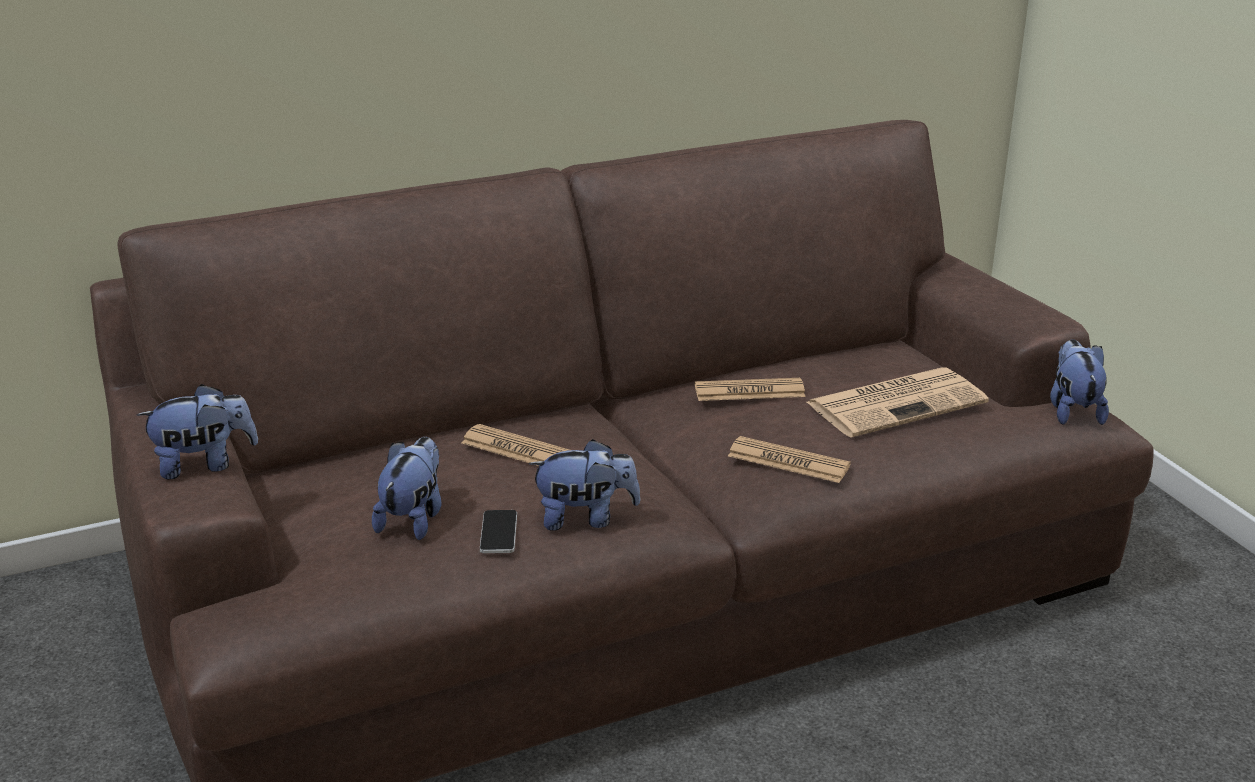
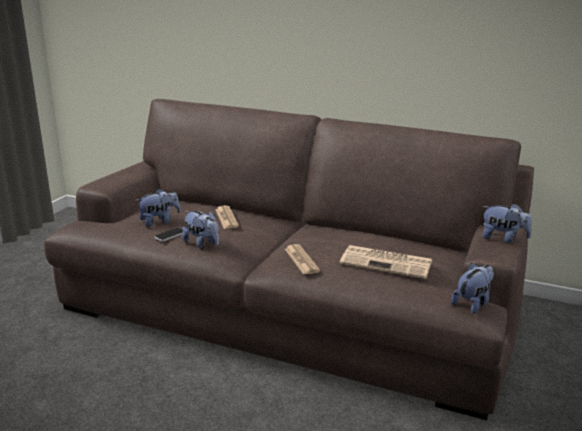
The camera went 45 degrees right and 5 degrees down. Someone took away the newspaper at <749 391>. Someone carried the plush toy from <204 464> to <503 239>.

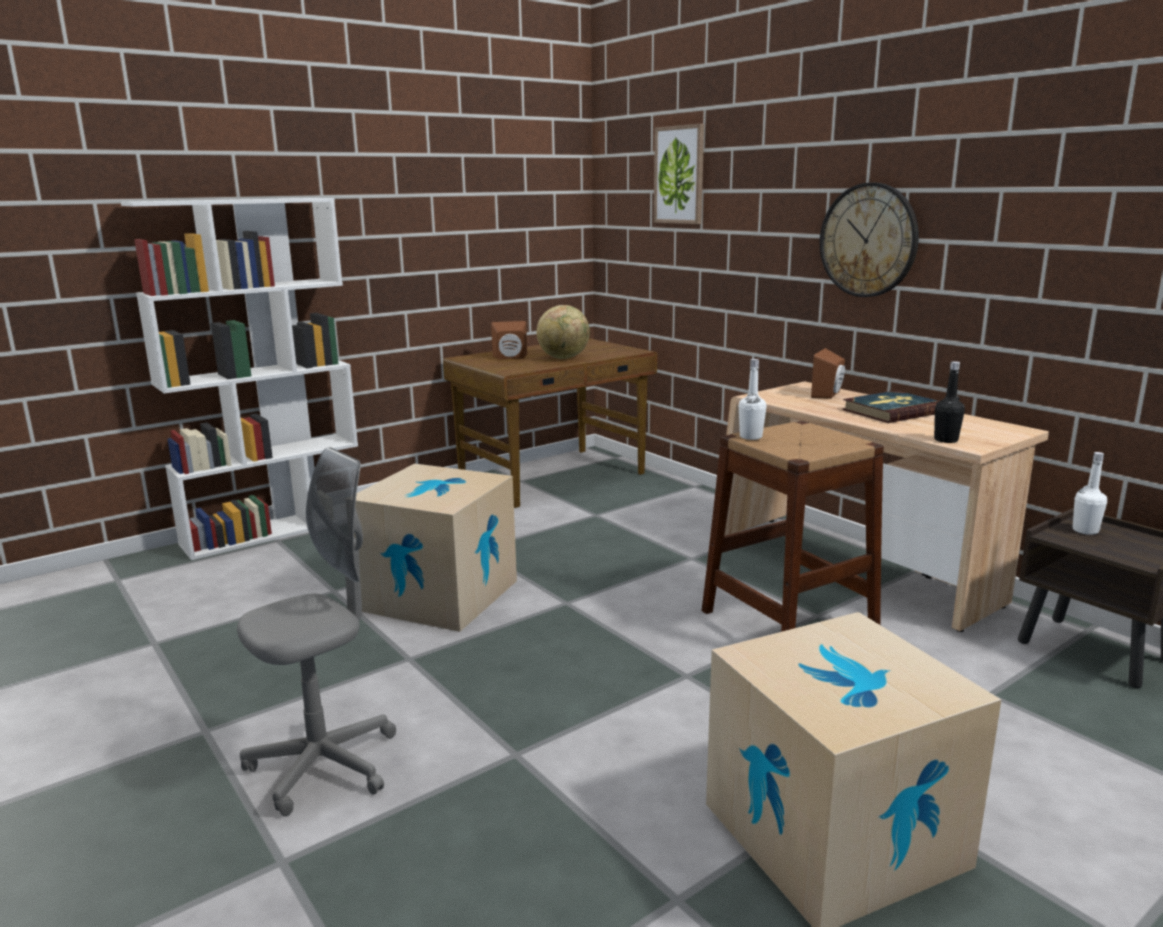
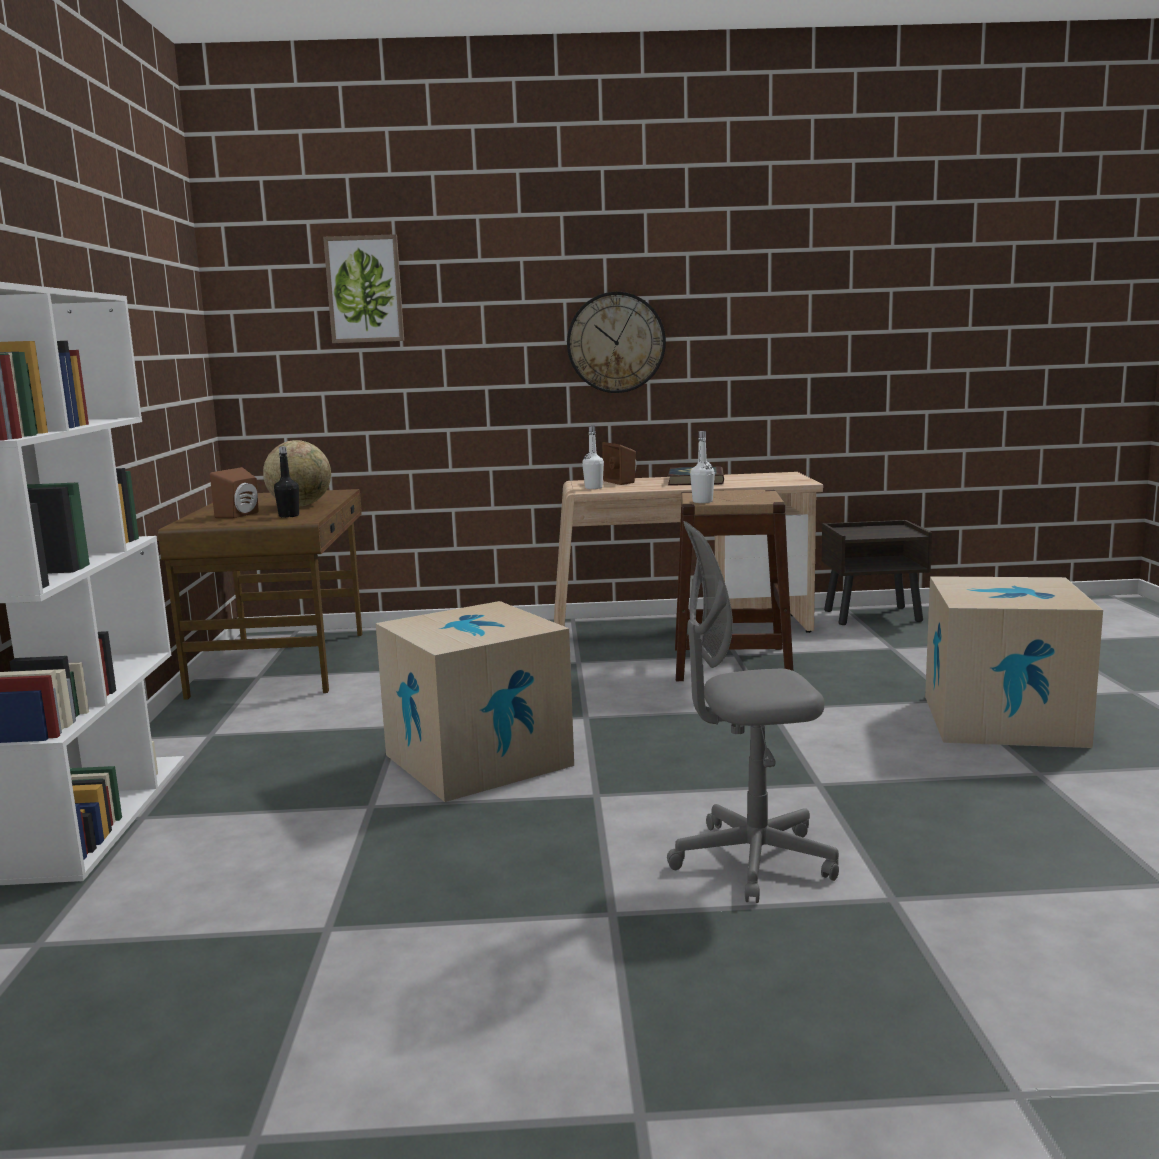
The camera went 55 degrees left and 5 degrees down. Someone carried the black bottle from <946 440> to <289 516>. Someone carried the white bottle from <1085 530> to <593 488>. Someone rotated the grey office chair at <324 765> by 90 degrees counterclockwise.

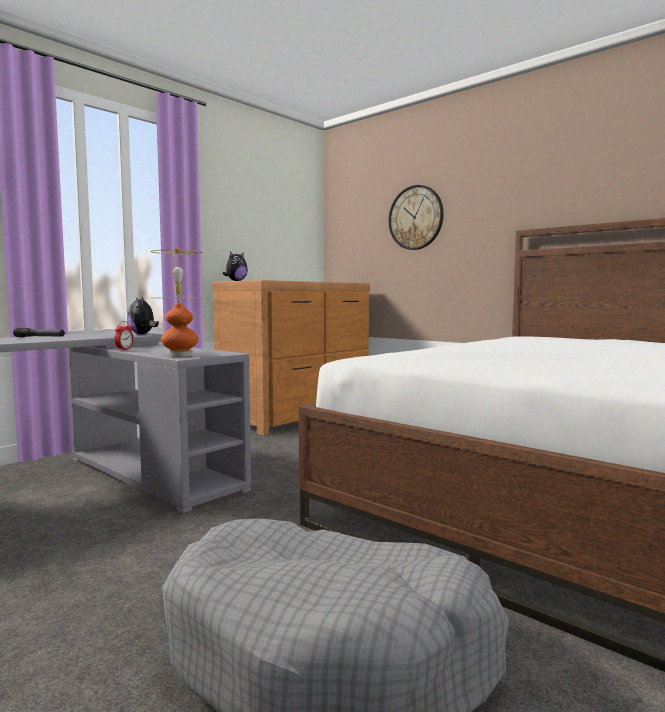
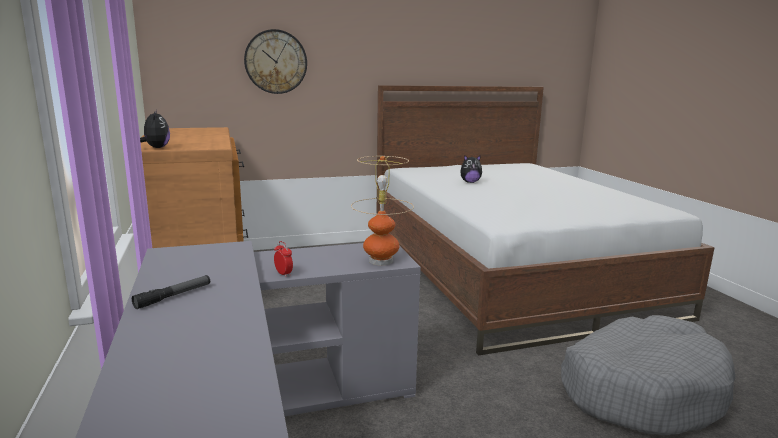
The camera went 60 degrees left and 10 degrees up. Someone carried the plush toy from <143 334> to <470 182>.

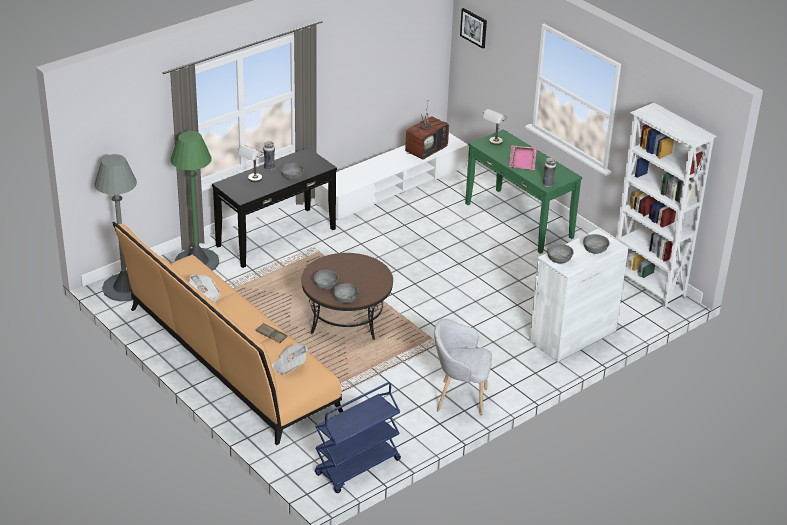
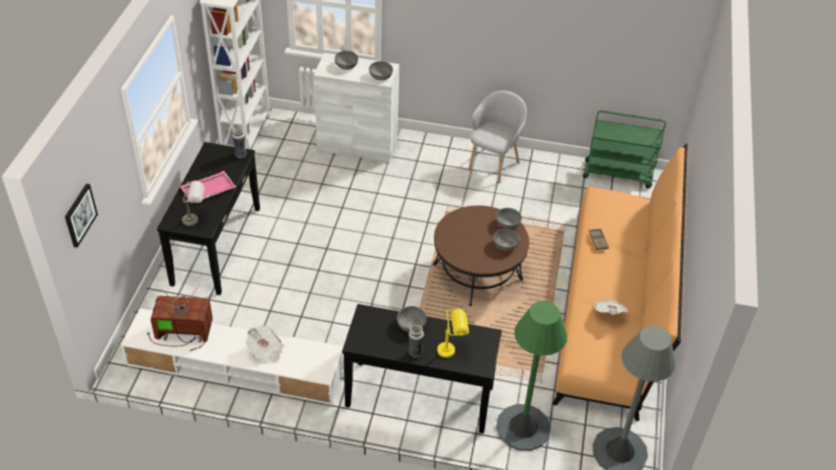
The camera went 130 degrees left and 10 degrees up. Someone carried the newspaper from <289 366> to <266 351>. Someone repainted the grey table lamp at <252 181>, which became the yellow table lamp at <452 350>. Someone repainted the blue cart at <357 468>, which became the green cart at <618 174>. Someone repainted the green console table at <519 220>, which became the black console table at <216 245>. Someone rotated the grey armchair at <459 398> by 120 degrees counterclockwise.

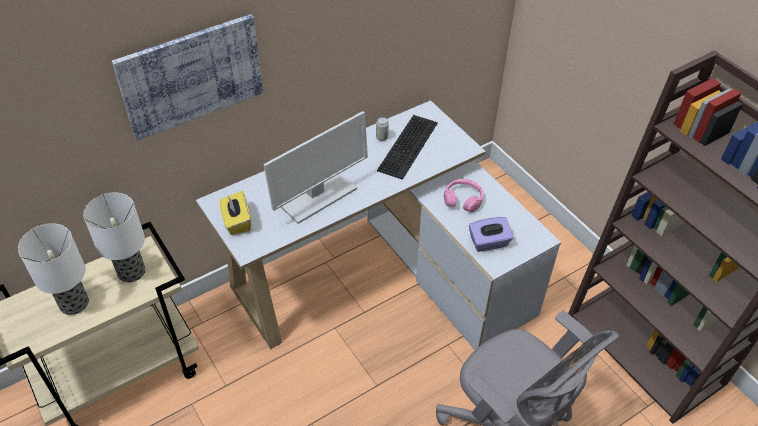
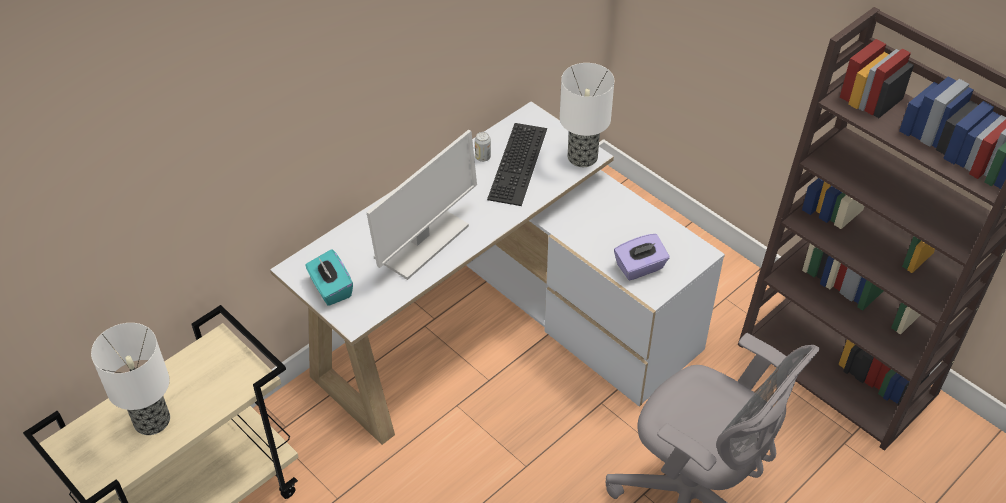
The camera went 10 degrees left and 0 degrees up. Someone took away the picture at <191 76>. Someone took away the pink headphones at <463 199>. Someone carried the table lamp from <132 272> to <583 157>. Someone repainted the yellow tissue box at <237 222>, which became the turquoise tissue box at <331 289>.

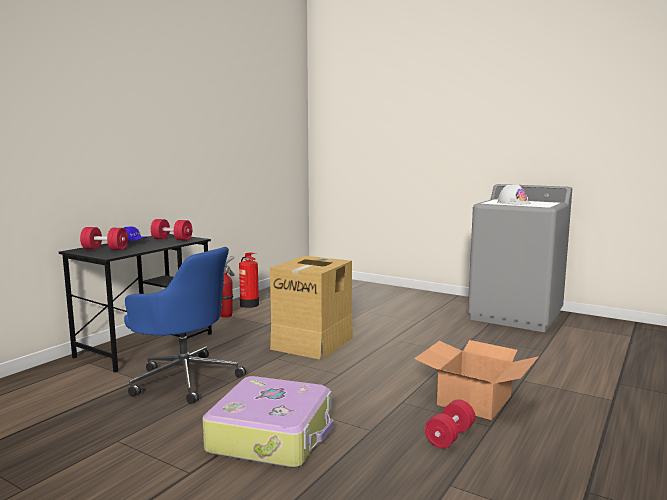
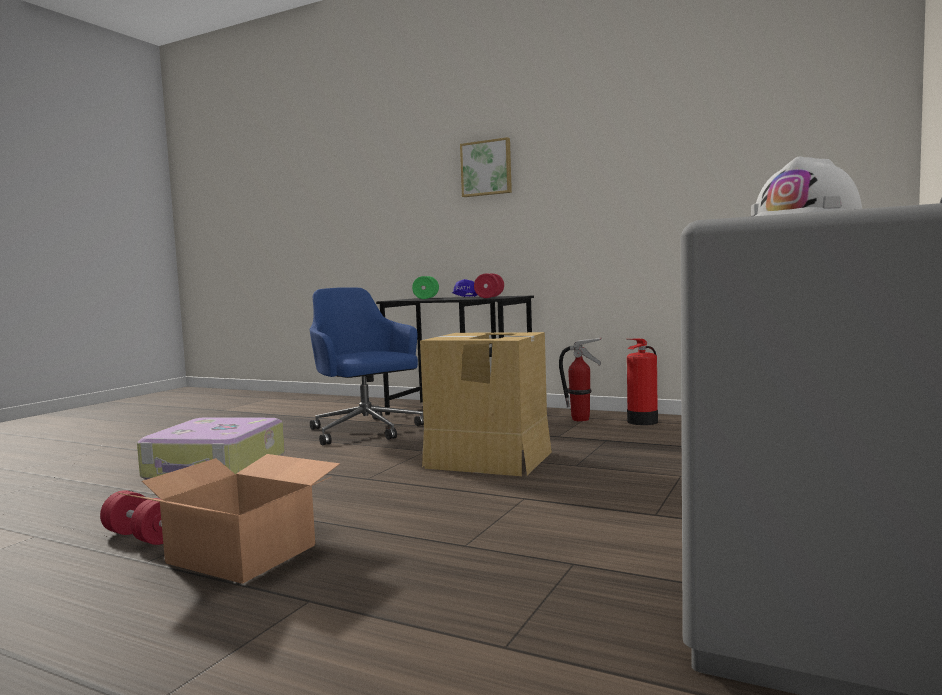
The camera went 85 degrees right and 5 degrees down. Someone put up the picture at <486 168>. Someone repainted the red dumbbell at <105 249>, which became the green dumbbell at <426 298>. Someone rotated the blue office chair at <184 378> by 120 degrees clockwise.

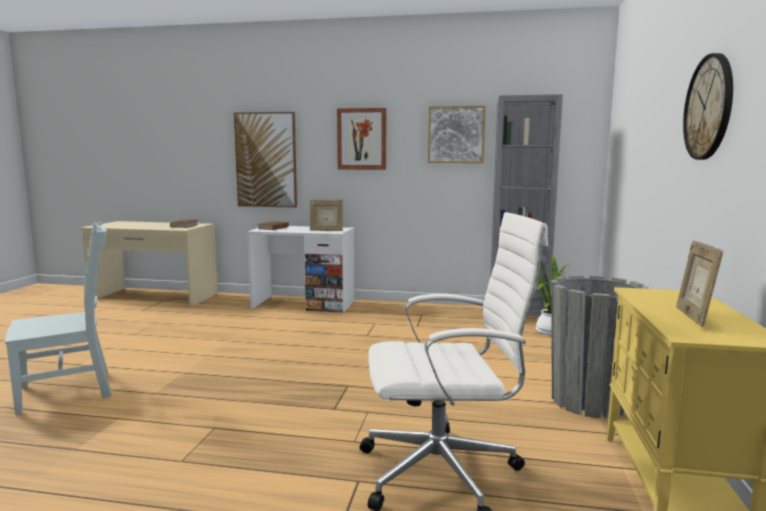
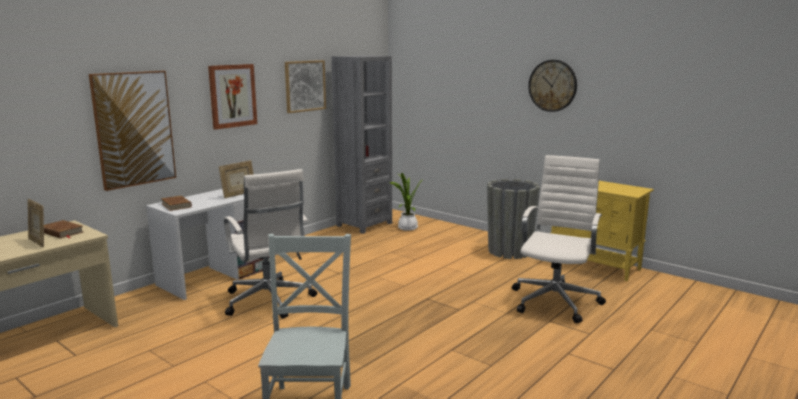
The camera went 60 degrees left and 5 degrees up. Someone put down the white office chair at <269 301>. Someone carried the picture frame from <693 317> to <38 242>.

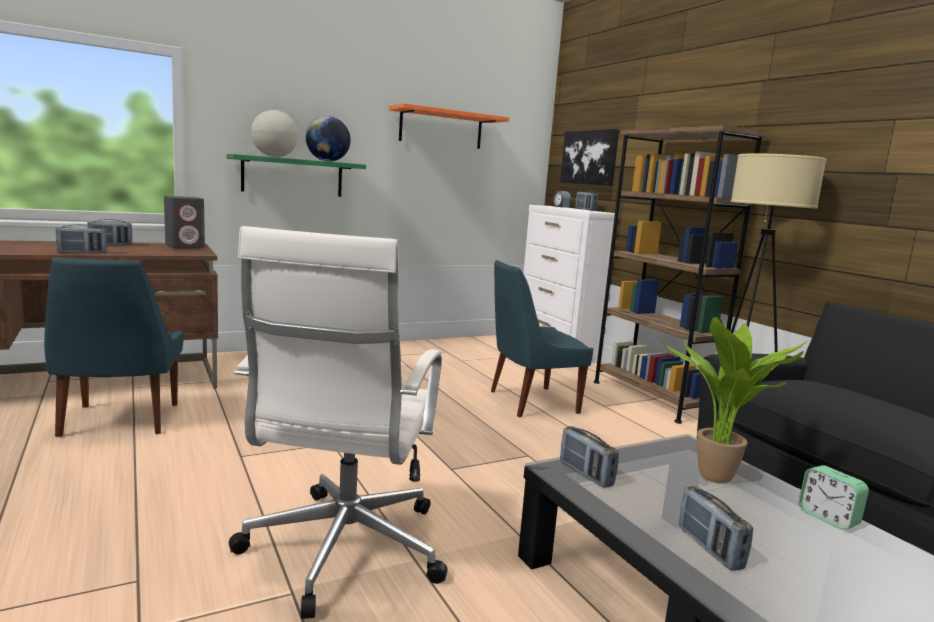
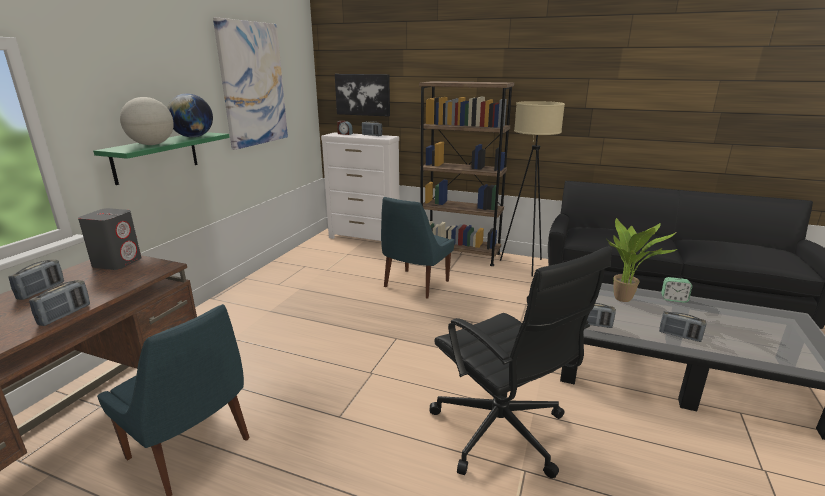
The camera went 40 degrees left and 10 degrees up. Someone swapped the orange shelf at <441 128> for the picture at <253 84>. Someone repainted the white office chair at <342 551>, which became the black office chair at <502 433>.

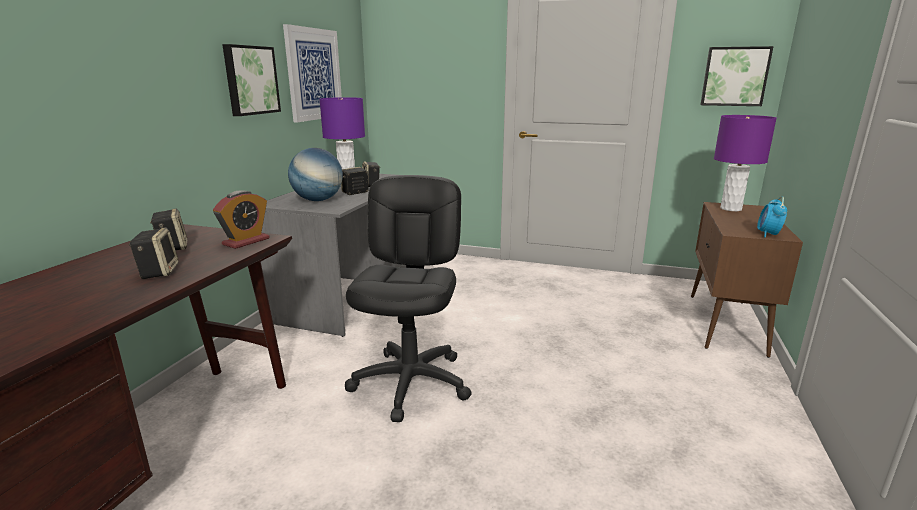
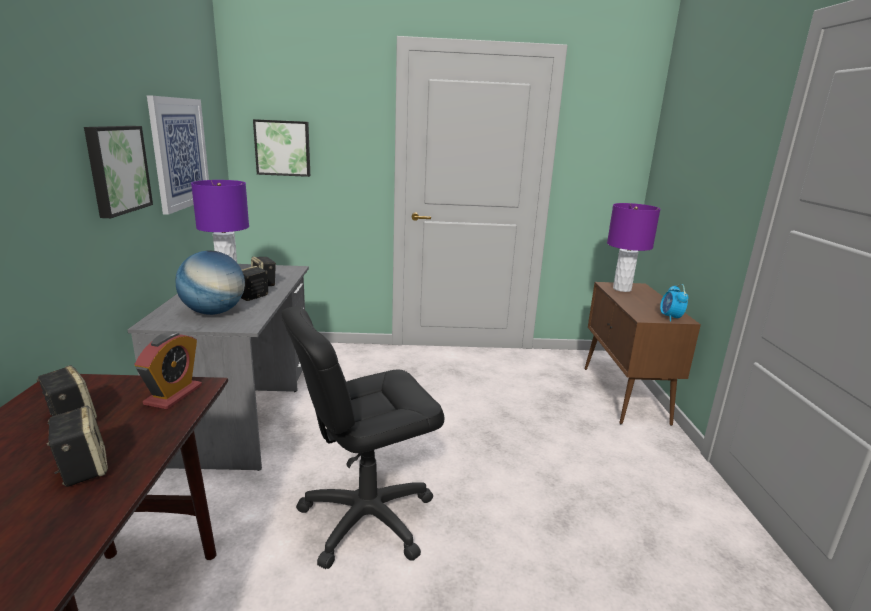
The camera went 20 degrees left and 0 degrees up. Someone carried the picture from <734 76> to <283 148>. Someone rotated the black office chair at <411 382> by 105 degrees counterclockwise.

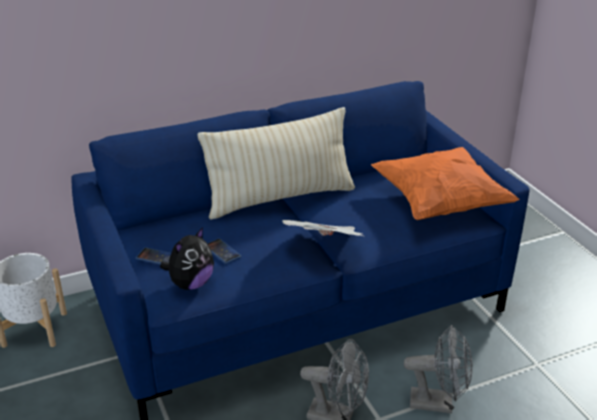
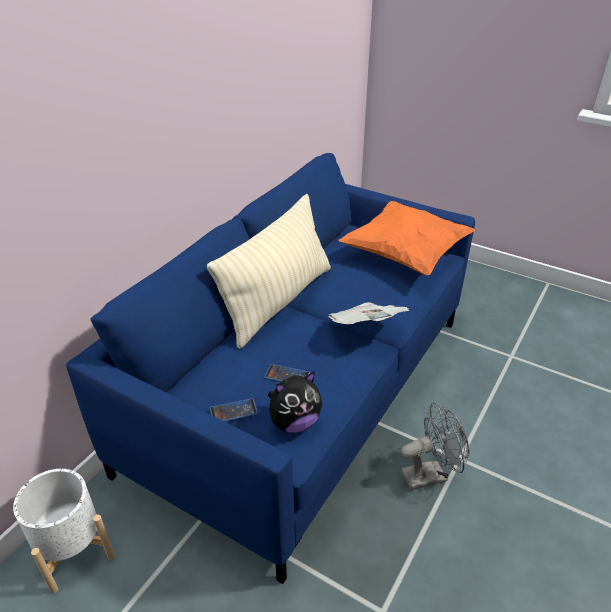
The camera went 35 degrees left and 5 degrees up. Someone took away the grey fan at <438 403>. Someone rotated the plush toy at <190 283> by 60 degrees clockwise.

